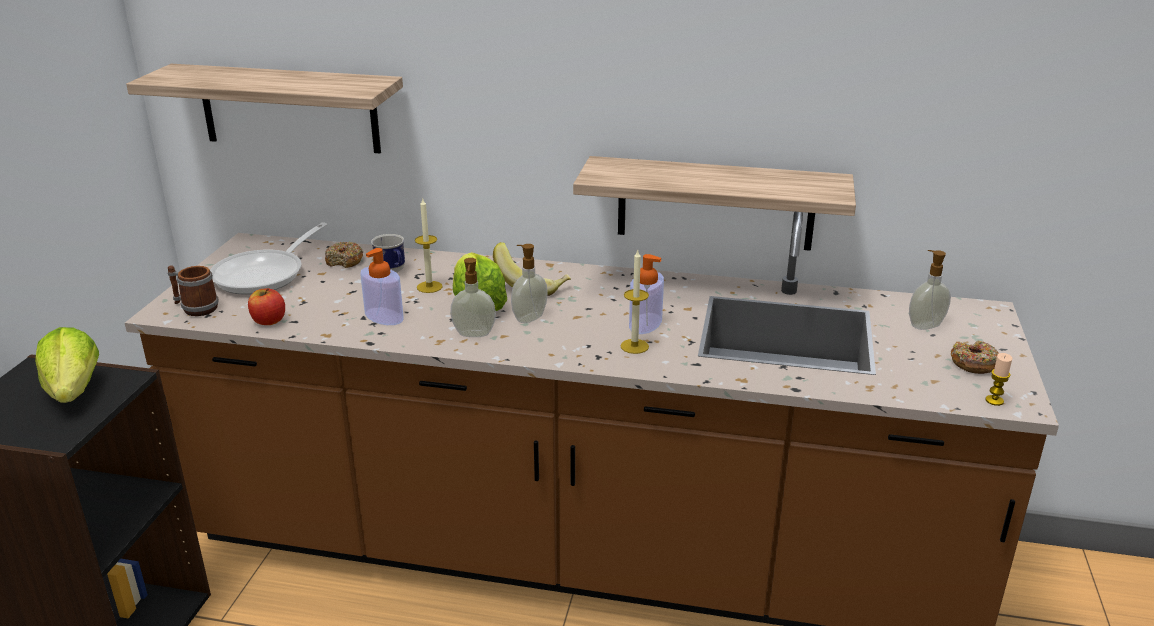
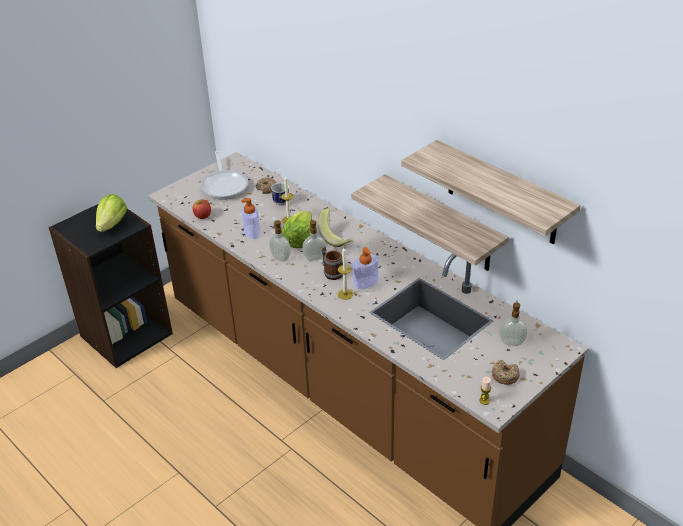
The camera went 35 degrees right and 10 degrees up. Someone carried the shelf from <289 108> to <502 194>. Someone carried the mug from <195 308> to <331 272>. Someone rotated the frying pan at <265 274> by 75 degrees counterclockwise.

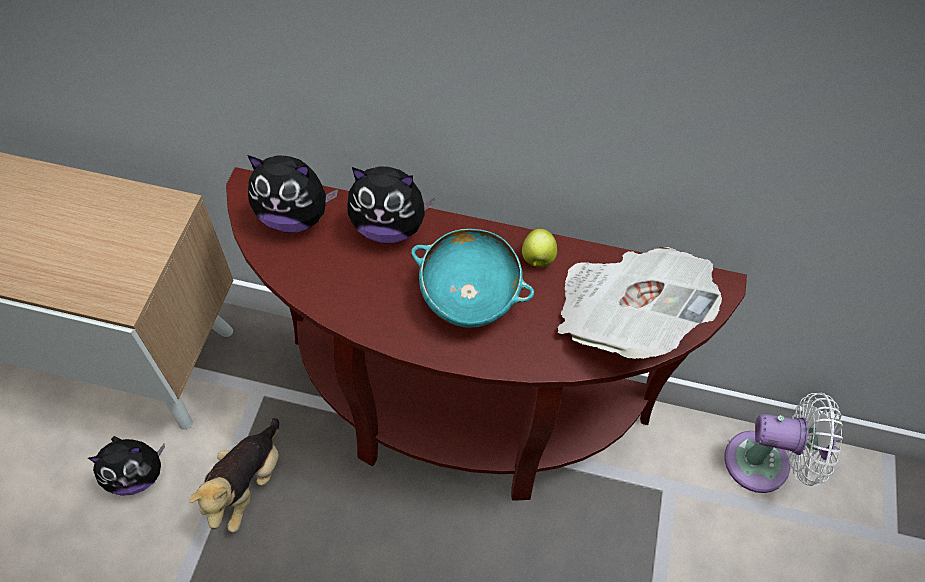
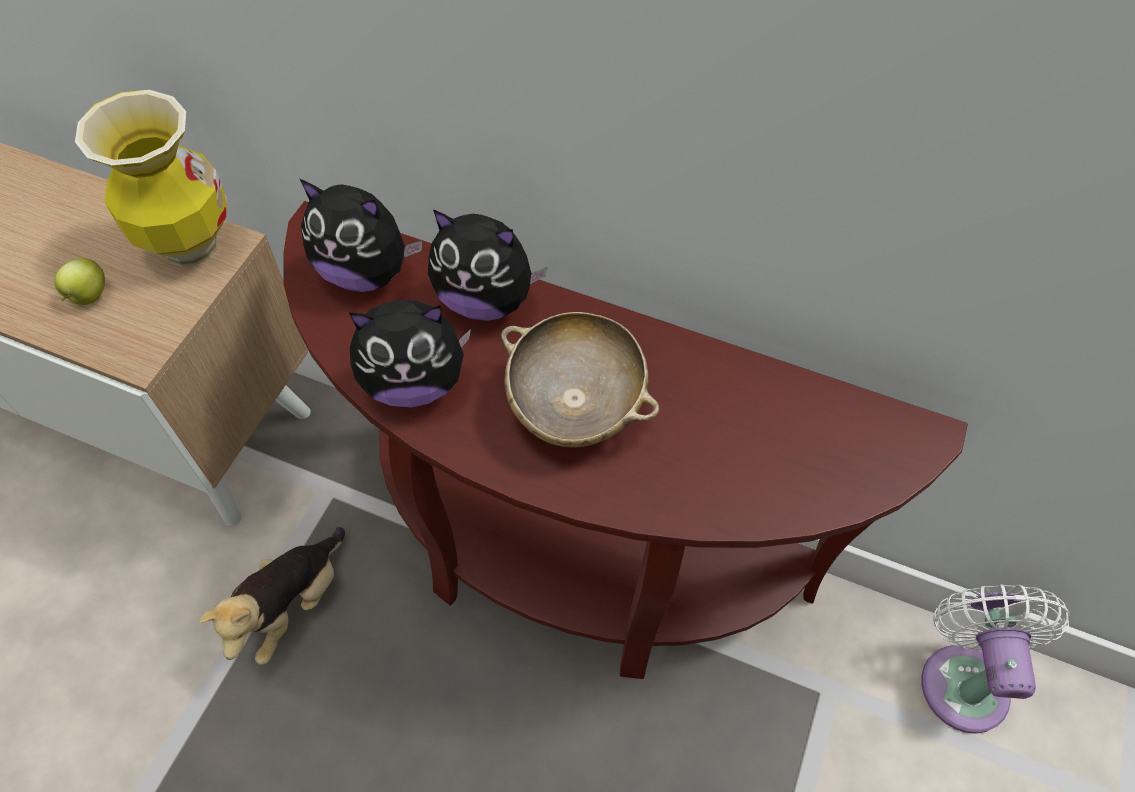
The camera went 10 degrees right and 0 degrees up. Someone took away the newspaper at <623 317>. Someone put down the vase at <190 245>. Someone carried the plush toy from <137 474> to <414 382>. Someone carried the apple from <537 259> to <88 296>. Someone repainted the turquoise bowl at <469 295>, which became the beige bowl at <575 403>. Someone rotated the white fan at <764 463> by 105 degrees counterclockwise.

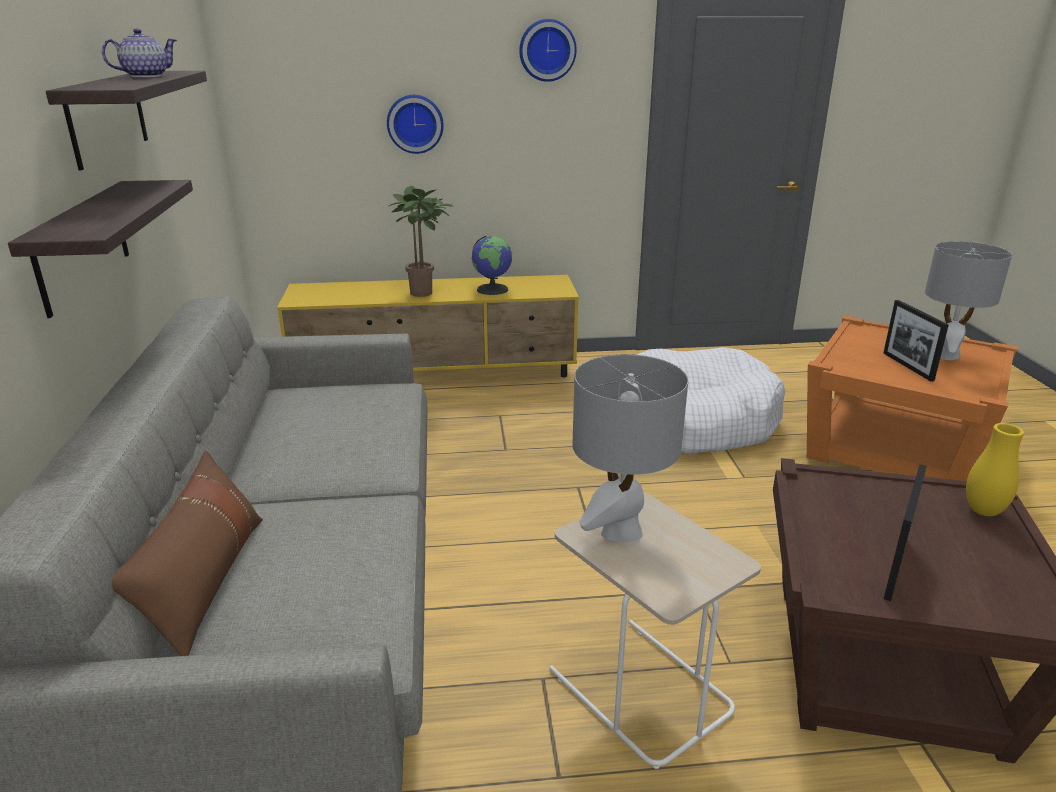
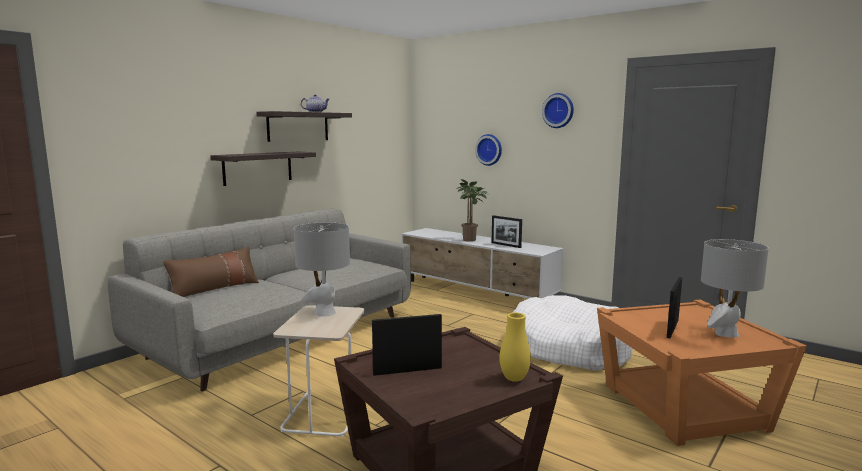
The camera went 45 degrees right and 15 degrees down. Someone swapped the globe at <492 289> for the picture frame at <506 245>. Someone repainted the yellow tv stand at <437 375>, which became the white tv stand at <476 292>.

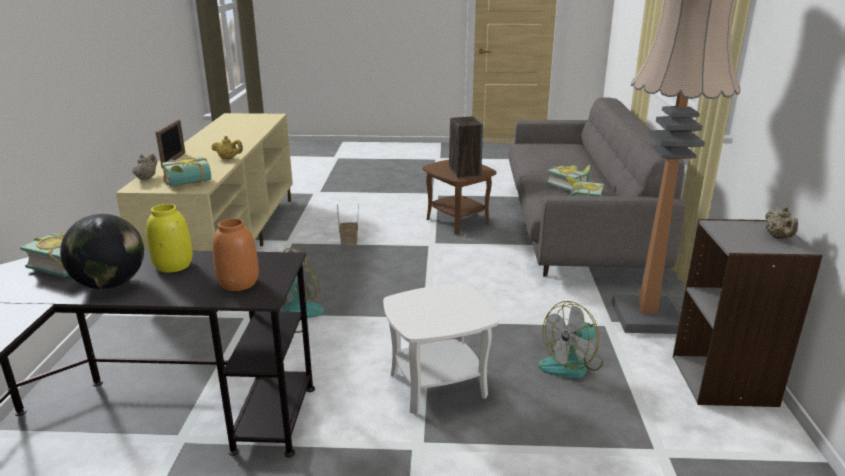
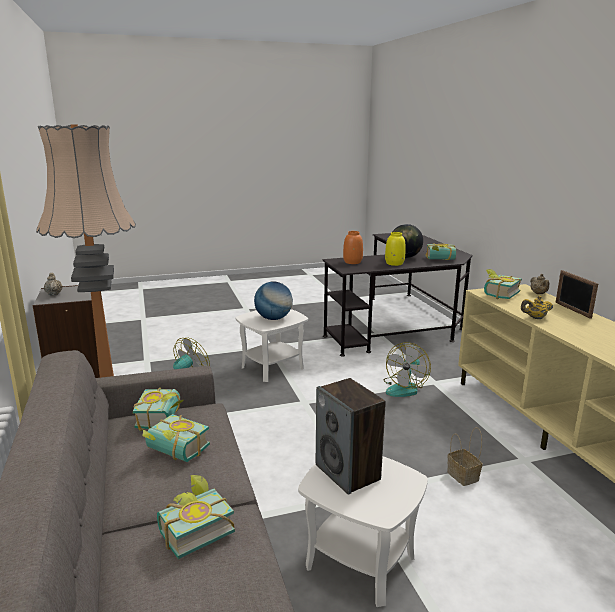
The camera went 160 degrees right and 5 degrees down. Someone put down the book at <193 529>. Someone put down the globe at <273 318>. Someone repainted the brown side table at <458 221>, which became the white side table at <359 561>.

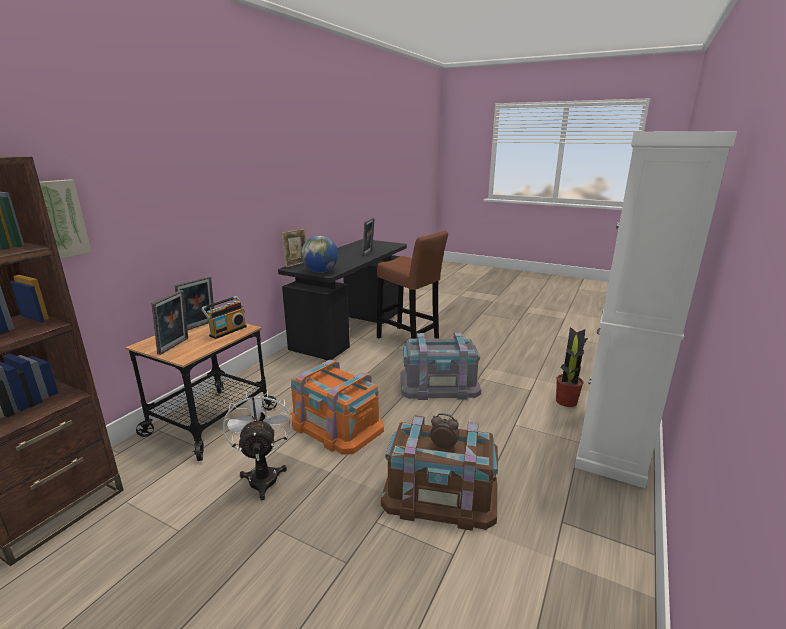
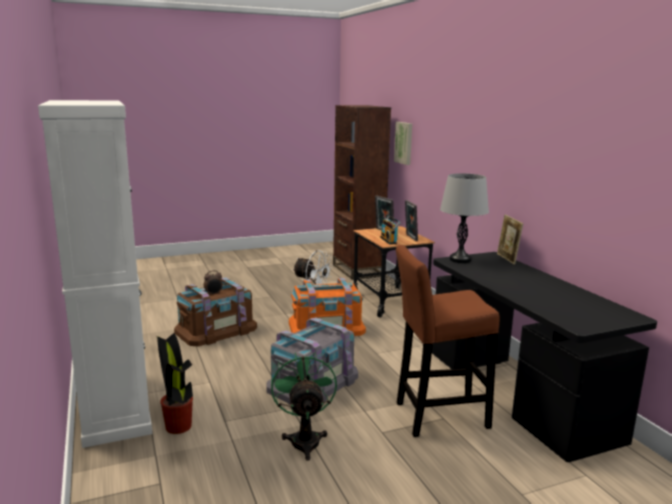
The camera went 130 degrees right and 5 degrees down. Someone took away the picture frame at <368 253>. Someone put down the green fan at <304 439>. Someone swapped the globe at <320 272> for the grey table lamp at <460 260>.

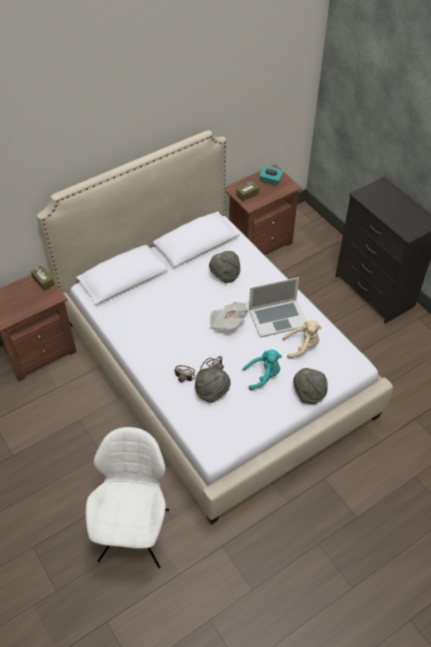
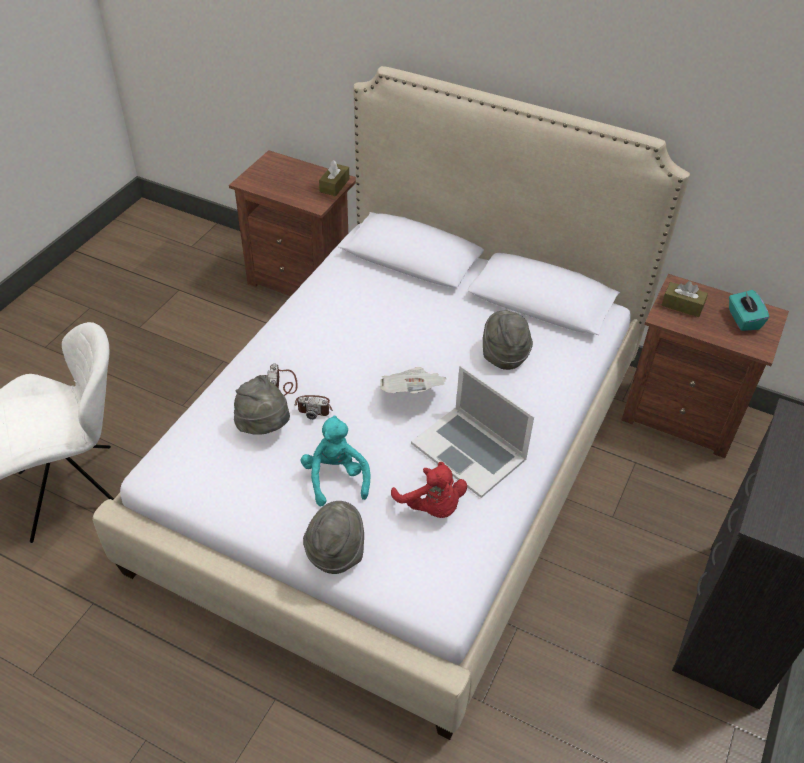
The camera went 60 degrees right and 5 degrees down. Someone repainted the beige plush toy at <302 346>, which became the red plush toy at <431 506>. Someone rotated the turquoise plush toy at <263 376> by 150 degrees counterclockwise.

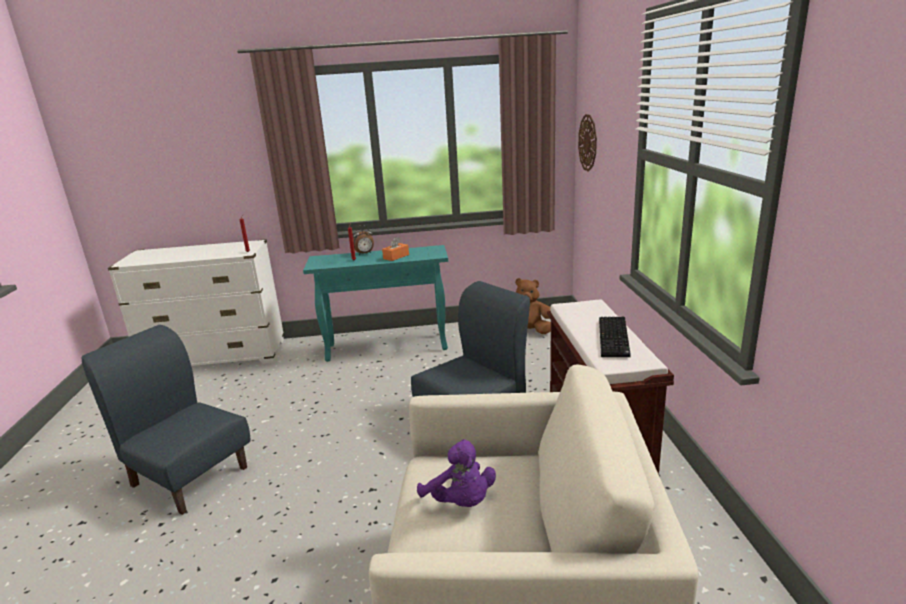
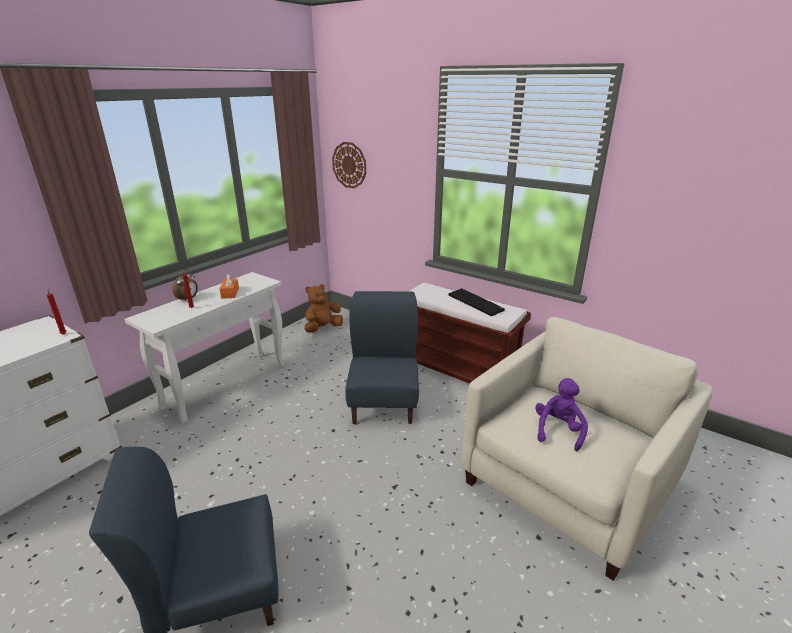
The camera went 50 degrees left and 5 degrees up. Someone repainted the turquoise console table at <388 347>, which became the white console table at <227 385>. Someone rotated the purple plush toy at <460 502> by 75 degrees counterclockwise.

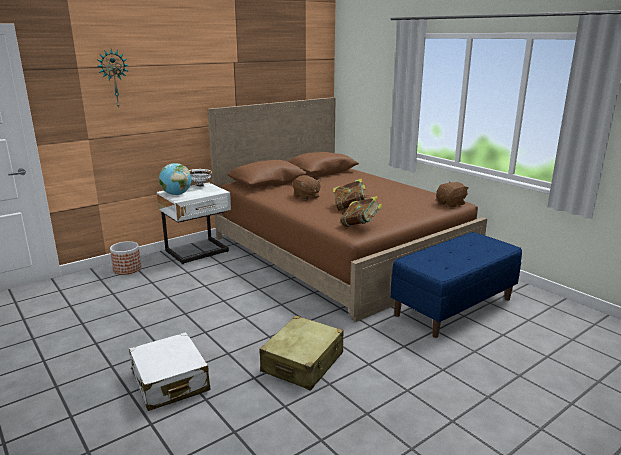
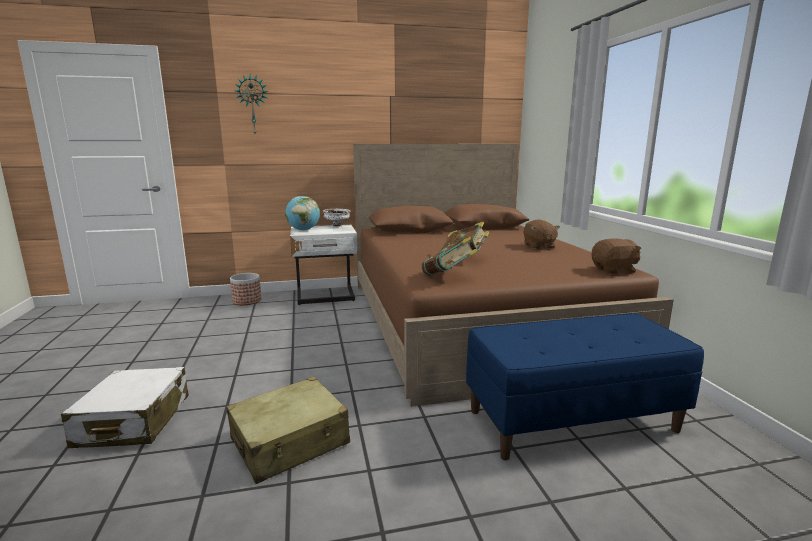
The camera went 25 degrees right and 5 degrees down. Someone carried the brown plush toy from <306 197> to <538 246>.

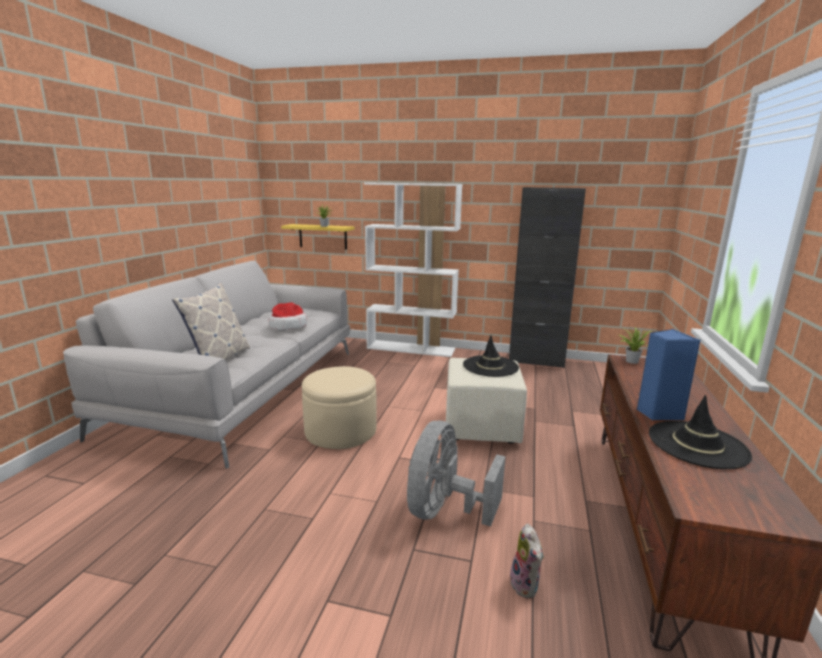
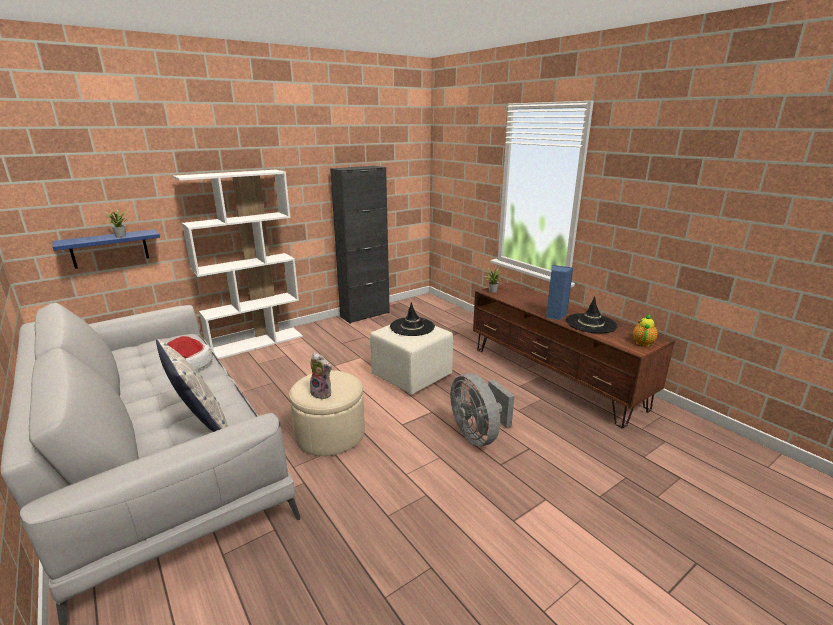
The camera went 50 degrees left and 5 degrees up. Someone put down the teapot at <643 342>. Someone carried the plush toy from <526 585> to <322 393>. Someone repainted the yellow shelf at <323 236>, which became the blue shelf at <109 249>.

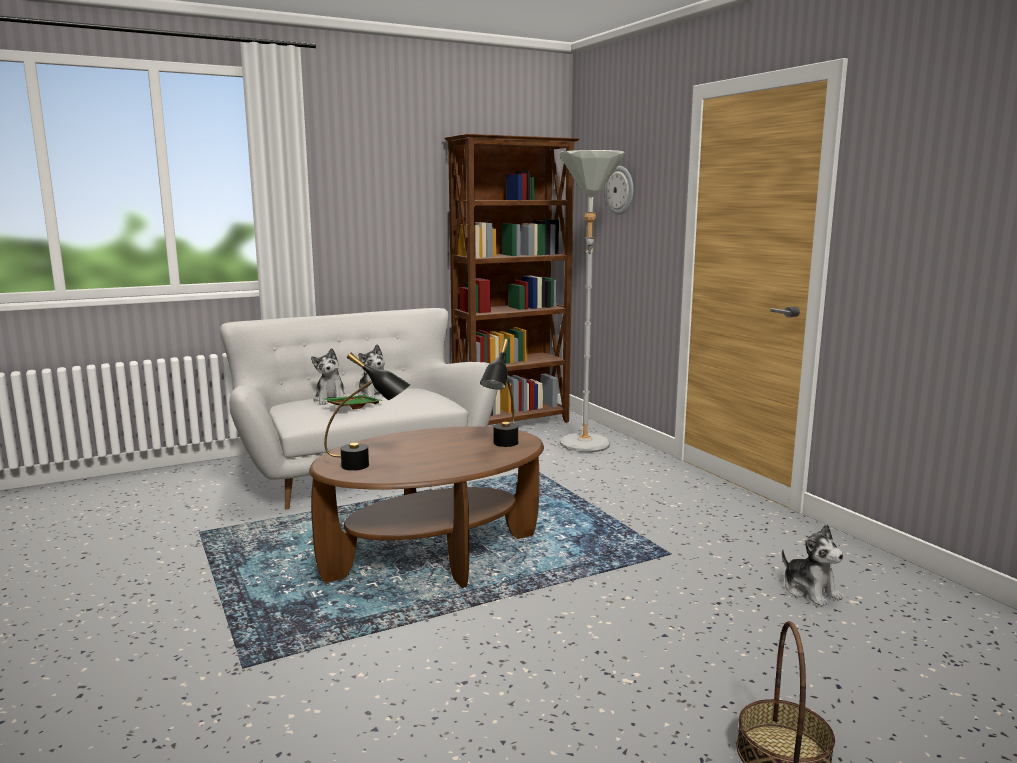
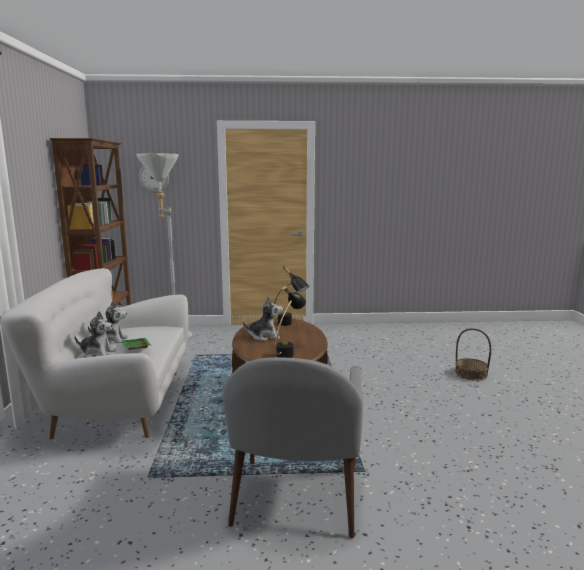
The camera went 65 degrees left and 0 degrees up. Someone put down the grey armchair at <295 498>. Someone carried the plush toy from <810 591> to <264 336>.

